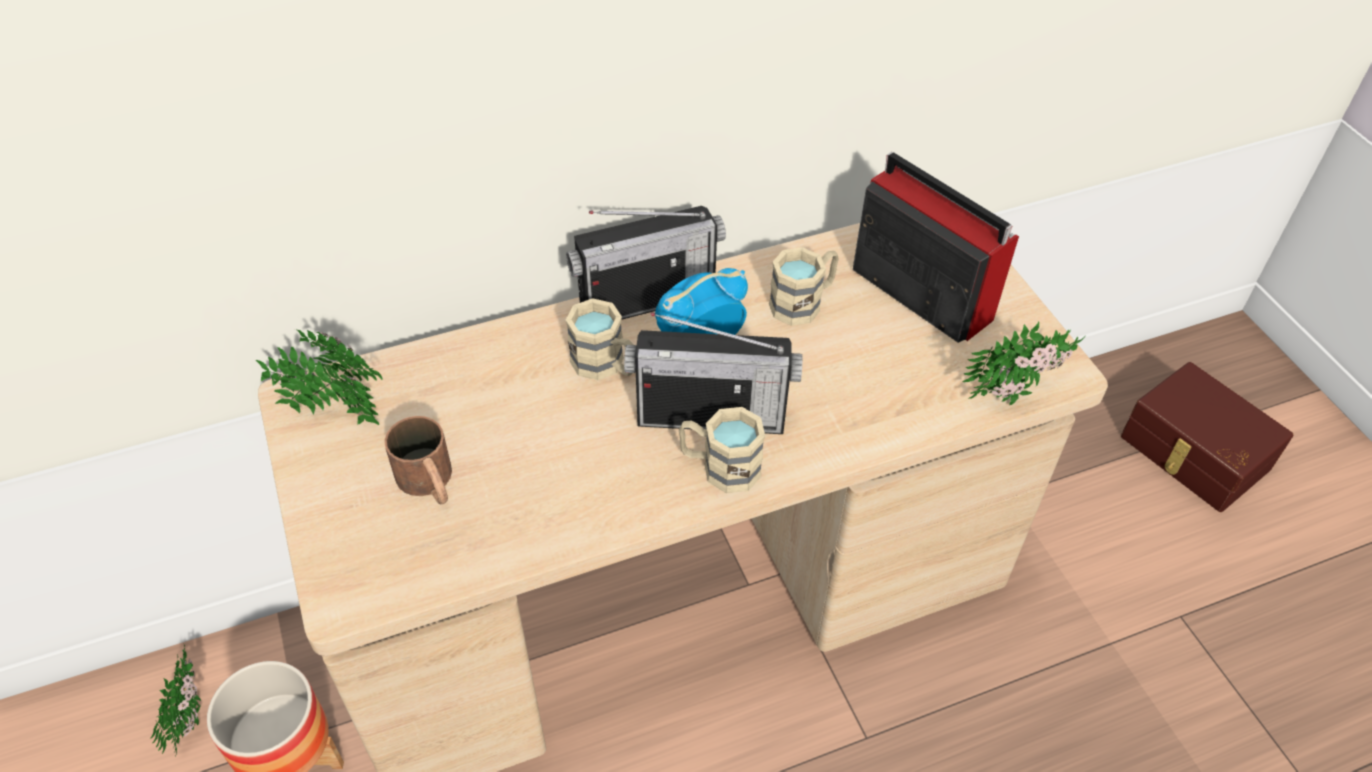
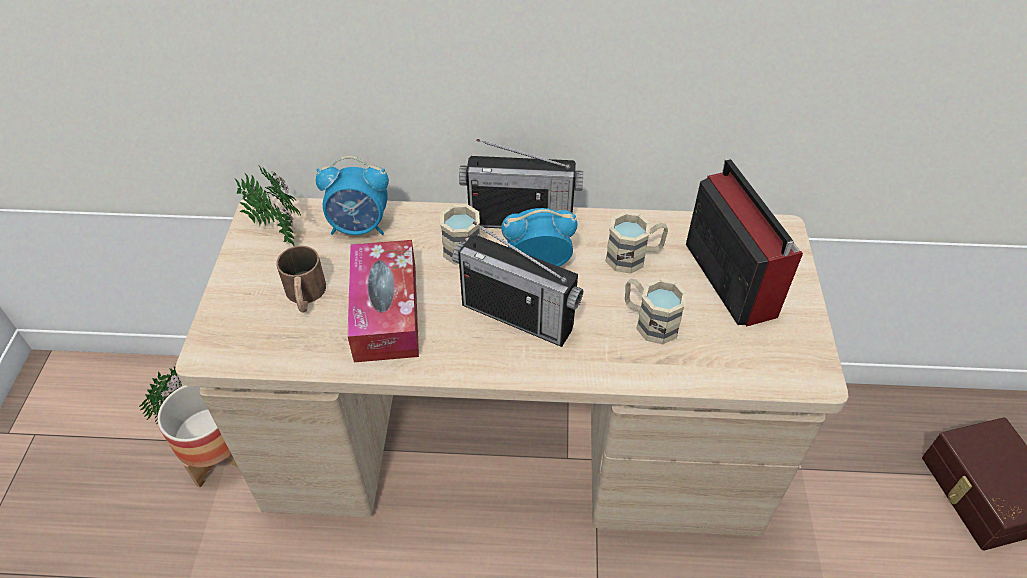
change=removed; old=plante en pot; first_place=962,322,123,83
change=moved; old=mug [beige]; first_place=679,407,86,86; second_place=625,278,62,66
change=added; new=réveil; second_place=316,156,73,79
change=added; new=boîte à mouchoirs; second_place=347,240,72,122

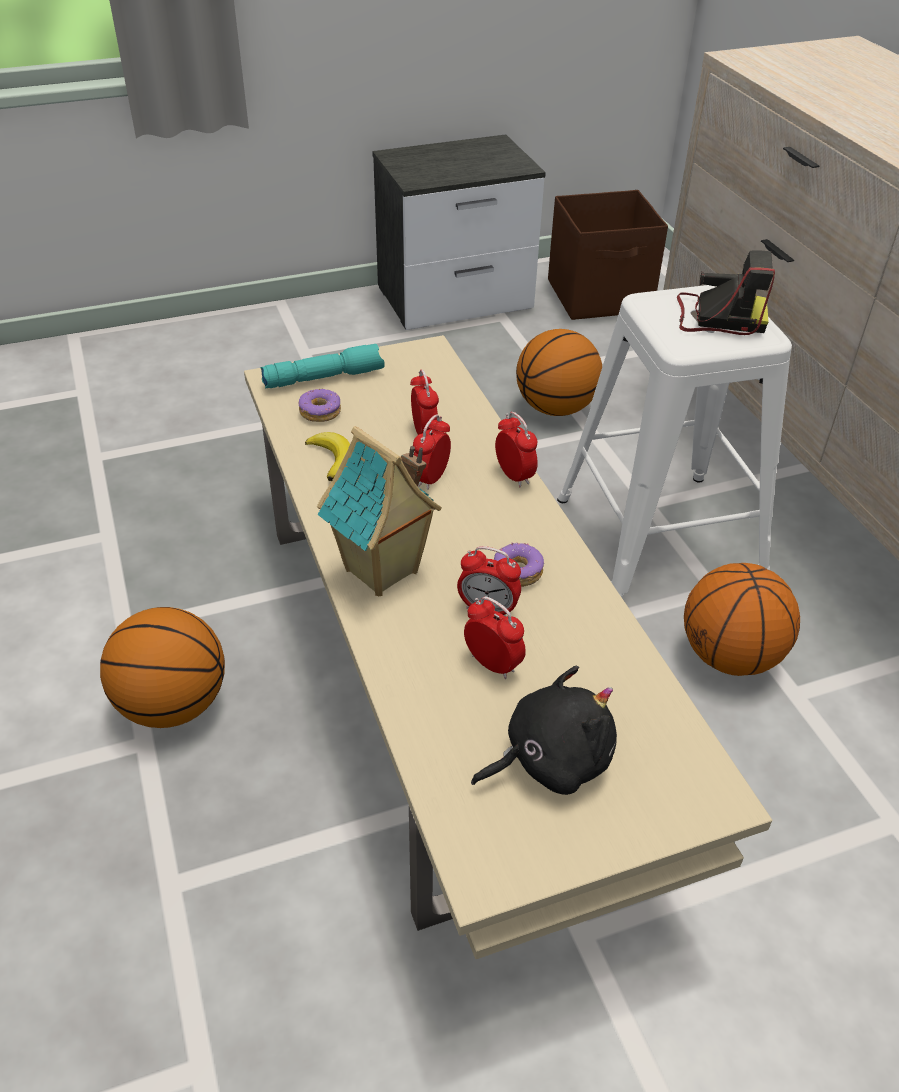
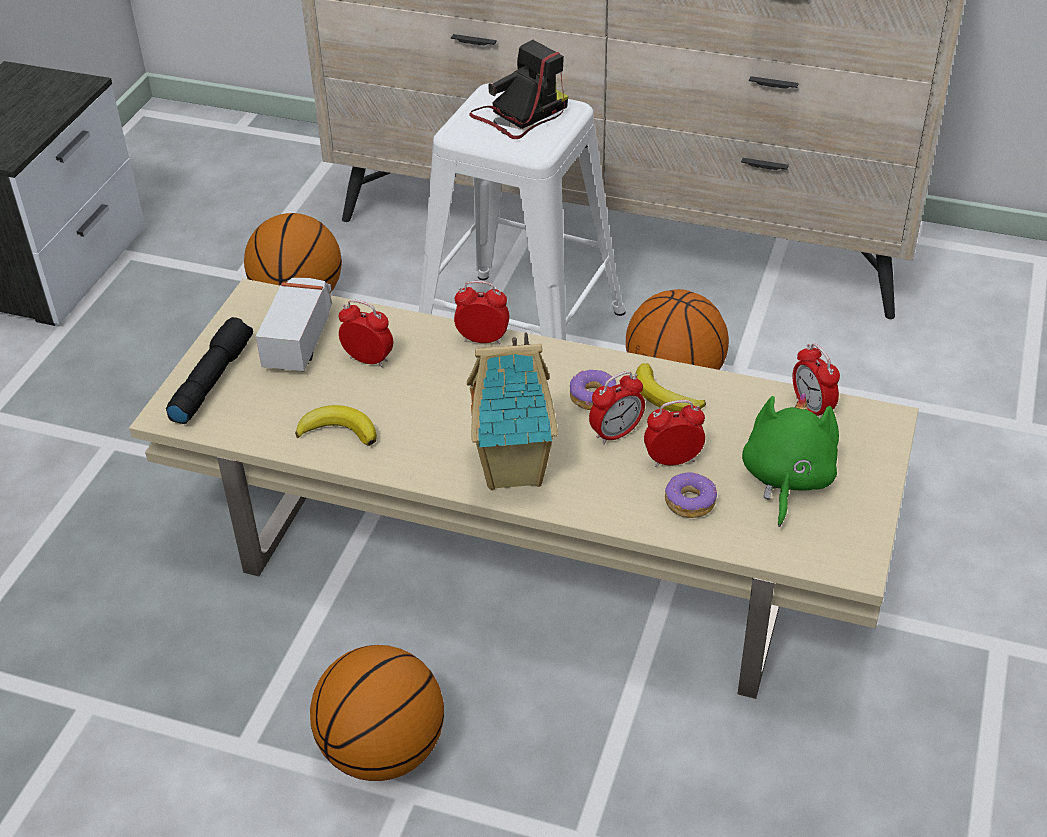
change=removed; old=boîte de rangement [marron]; first_place=548,190,120,130
change=recoloured; old=lampe de poche [turquoise]; new=lampe de poche [noir]; first_place=260,344,125,45; second_place=166,317,87,107
change=moved; old=beignet; first_place=299,389,42,33; second_place=665,472,52,46
change=moved; old=réveil; first_place=413,414,38,76; second_place=792,343,48,74
change=recoloured; old=peluche [noir]; new=peluche [vert]; first_place=471,666,146,129; second_place=742,392,97,135
change=added; new=camion jouet; second_place=256,278,76,93
change=added; new=banane; second_place=636,363,70,49

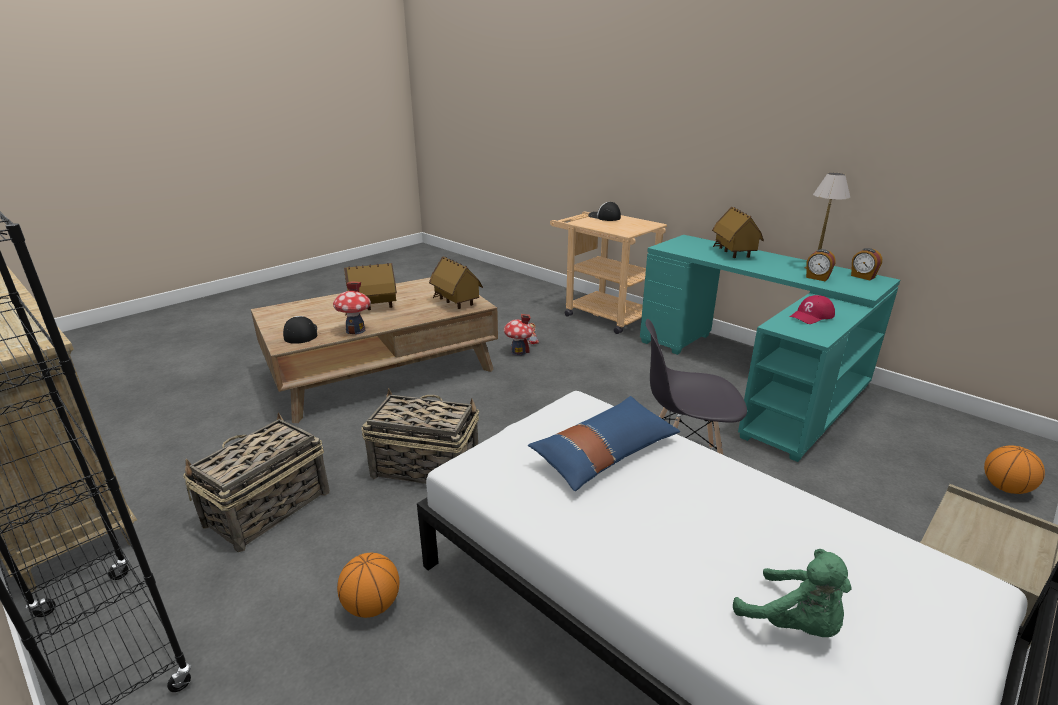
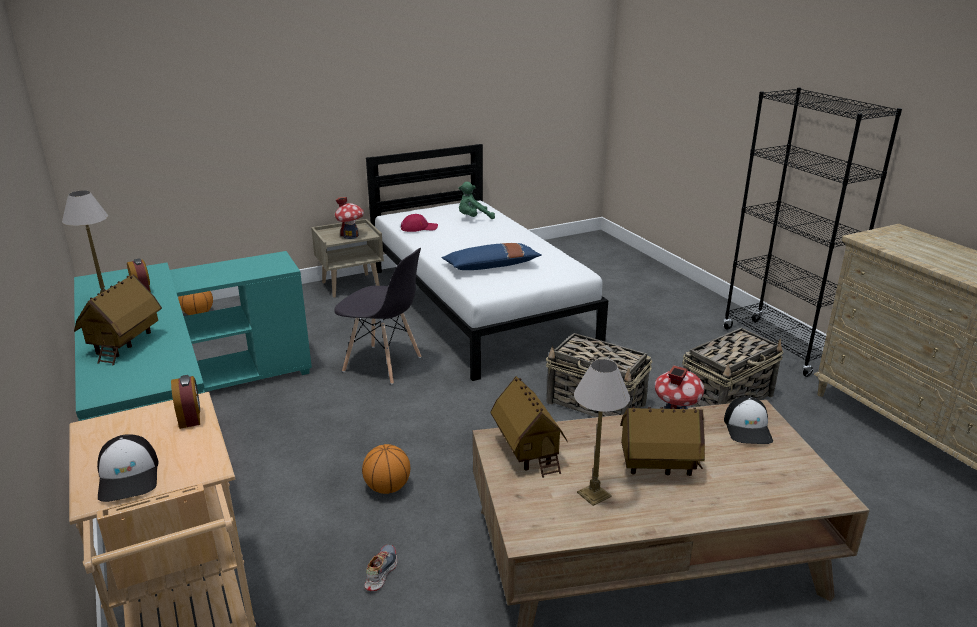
change=moved; old=réveil; first_place=851,248,31,32; second_place=171,375,29,54
change=moved; old=casquette [rouge]; first_place=790,295,45,29; second_place=401,214,37,18
change=moved; old=maison miniature; first_place=504,314,29,42; second_place=335,197,29,42
change=turned; old=peluche [vert]; first_place=733,549,119,88; second_place=458,182,37,37; degrees=-90
change=moved; old=ballon de basket; first_place=337,553,62,65; second_place=362,444,48,50
change=added; new=lampe de table; second_place=574,359,56,147

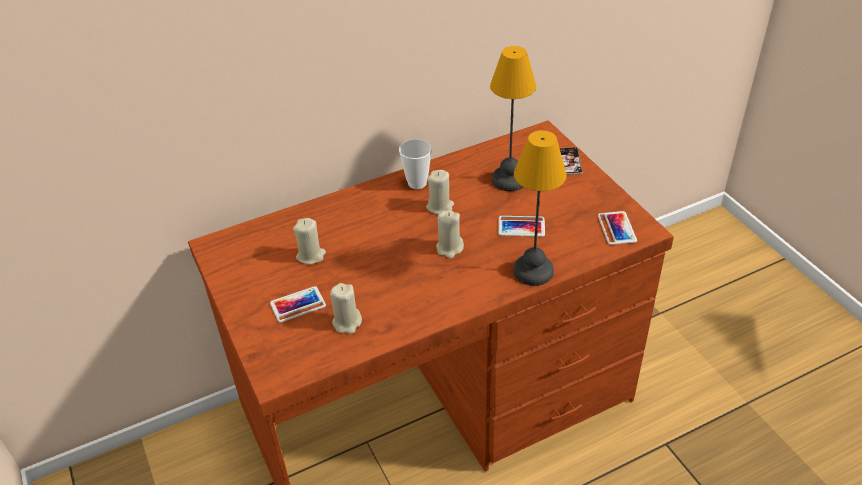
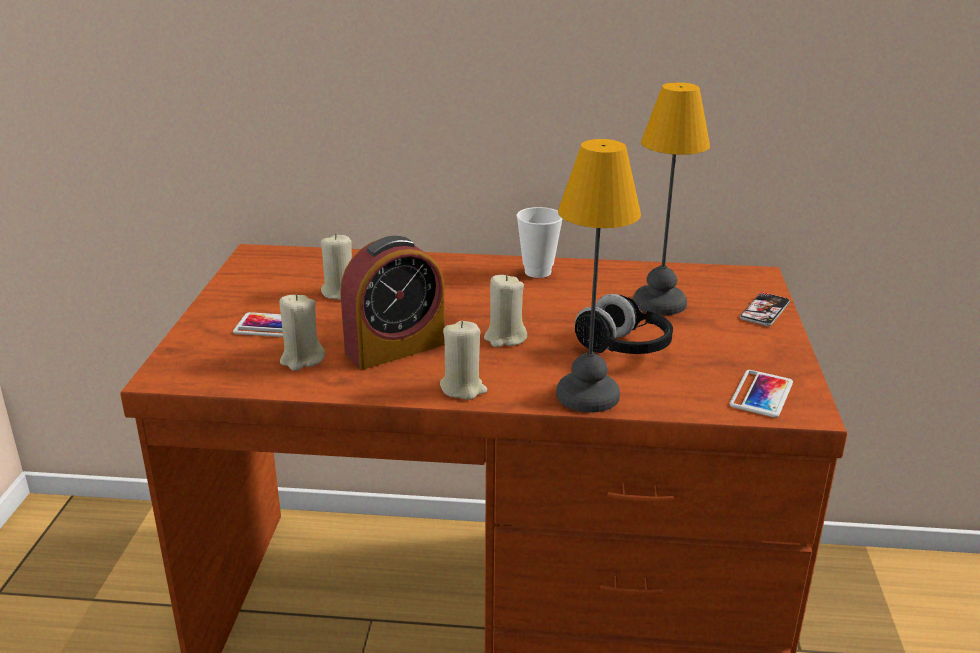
change=moved; old=bougie [beige]; first_place=426,170,28,44; second_place=440,321,47,79
change=replaced; old=téléphone; new=casque audio [noir]; first_place=498,216,47,21; second_place=575,294,98,60
change=added; new=réveil; second_place=340,236,105,133

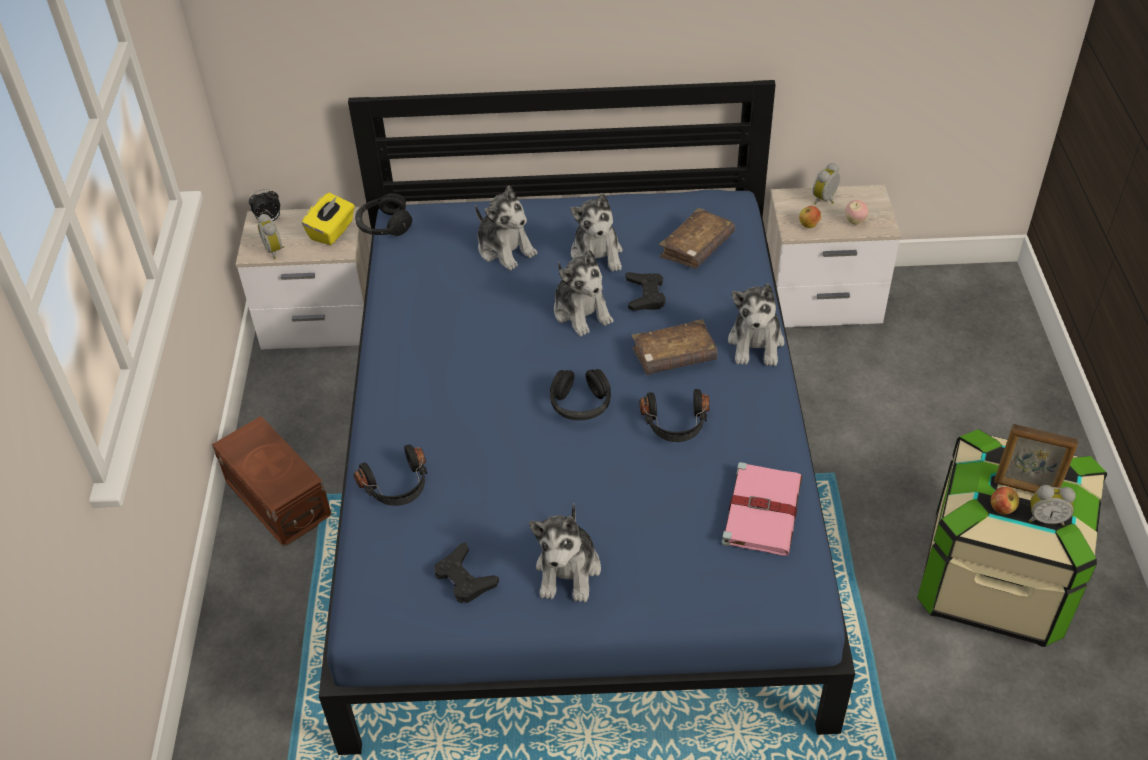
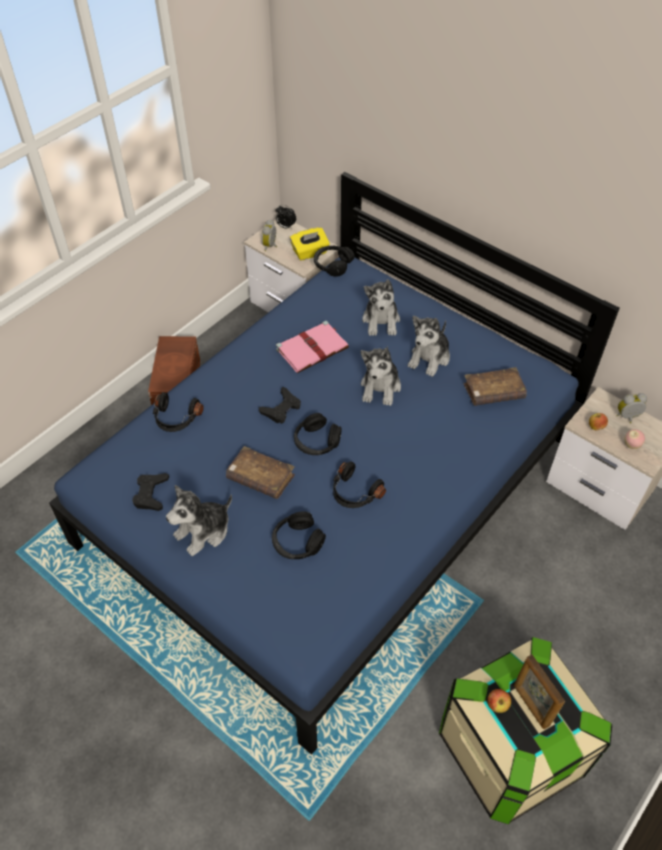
change=moved; old=manette [noir]; first_place=626,272,40,39; second_place=259,387,42,37
change=removed; old=peluche; first_place=728,283,57,83
change=moved; old=livre [marron]; first_place=632,319,85,56; second_place=226,446,69,53
change=moved; old=livre [rose]; first_place=722,462,80,94; second_place=276,321,73,52
change=removed; old=réveil; first_place=1029,485,47,41
change=added; new=casque audio [noir]; second_place=272,511,54,48

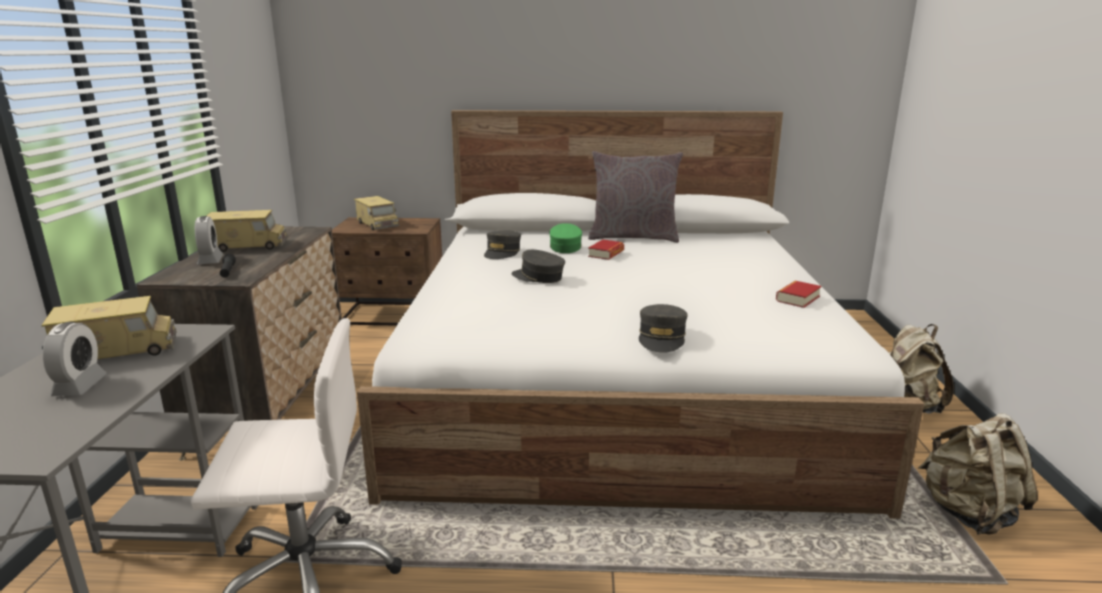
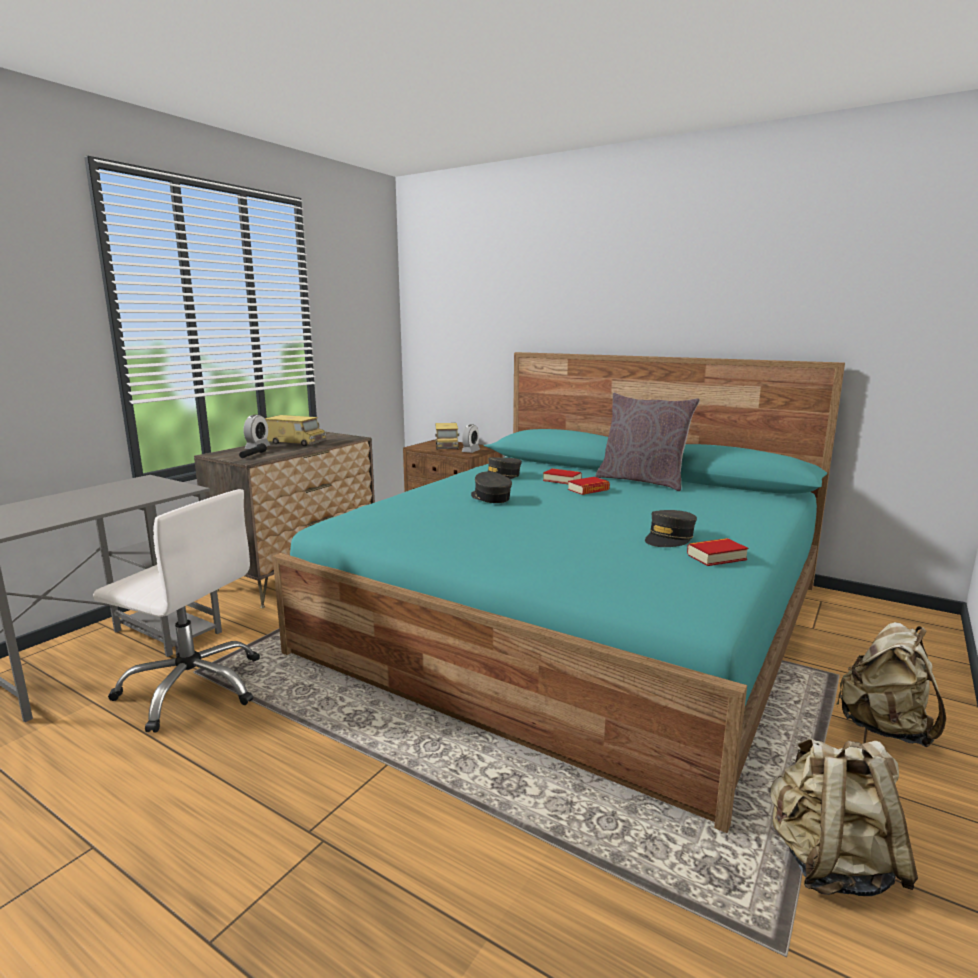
change=recoloured; old=lit [blanc]; new=lit [turquoise]; first_place=357,110,567,409; second_place=273,352,572,481
change=replaced; old=casquette [vert]; new=livre; first_place=549,223,33,30; second_place=543,468,39,17
change=removed; old=camion jouet; first_place=42,296,135,63
change=moved; old=casquette [gris]; first_place=639,304,49,49; second_place=645,510,52,37
change=moved; old=réveil; first_place=42,322,65,74; second_place=461,424,19,29

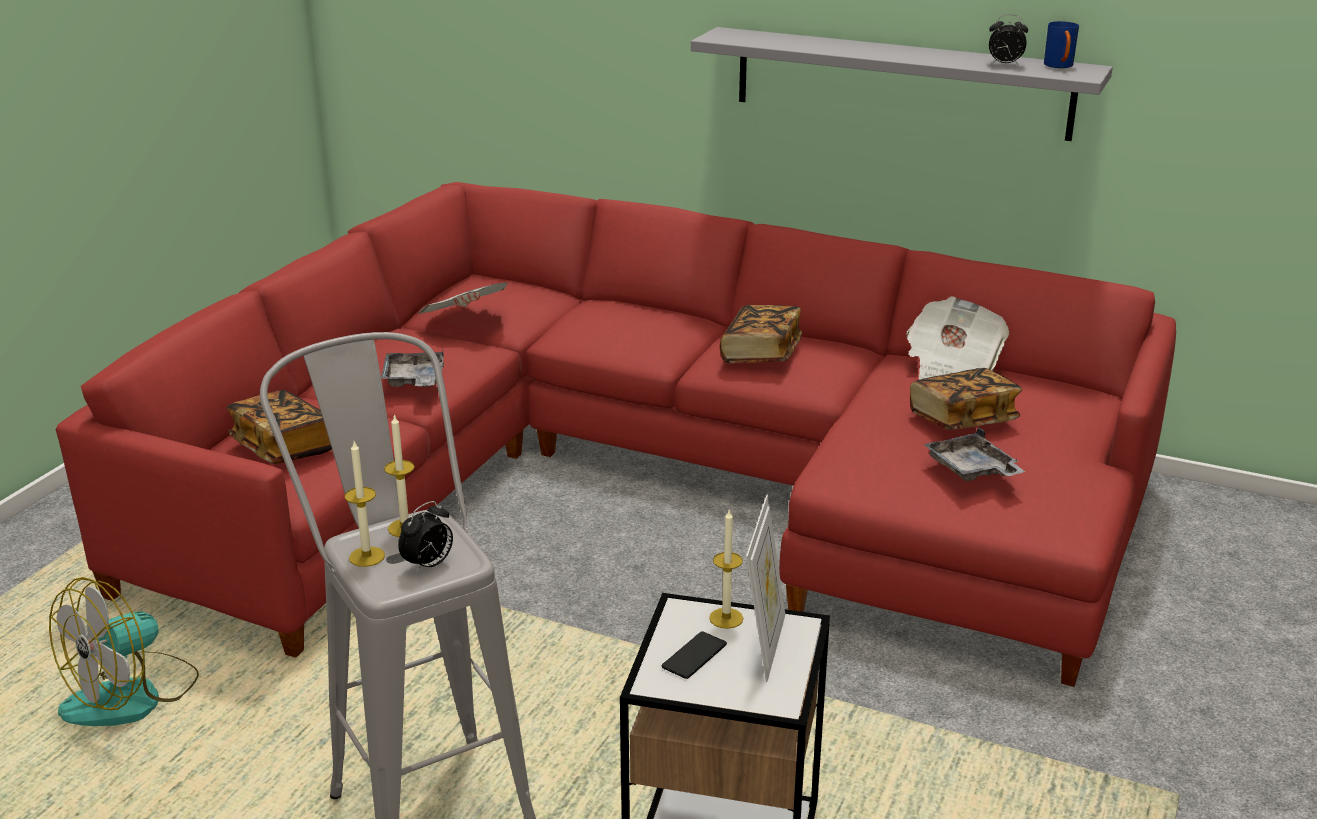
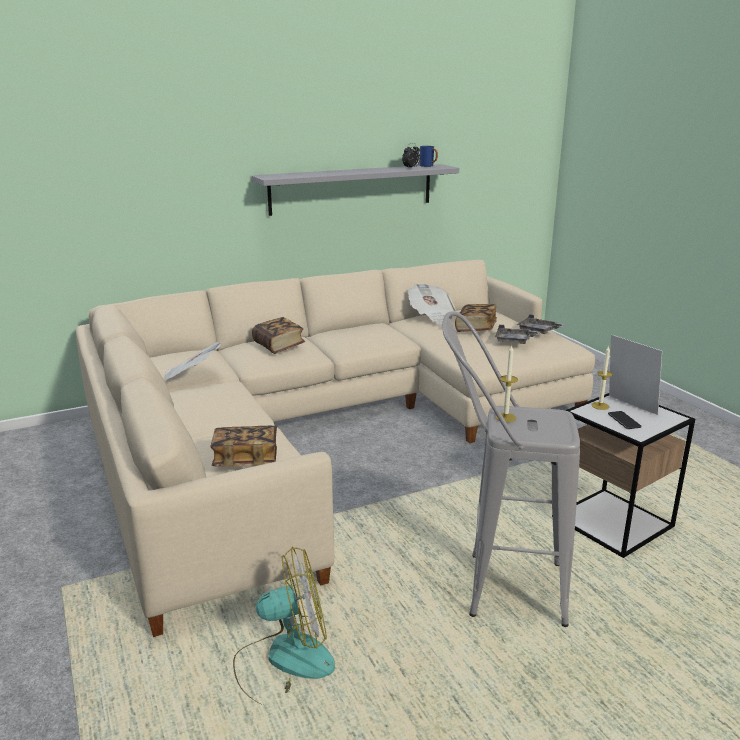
change=recoloured; old=canapé [rouge]; new=canapé [beige]; first_place=56,182,1120,505; second_place=76,260,519,377
change=moved; old=livre; first_place=720,305,82,58; second_place=252,317,53,37
change=moved; old=plateau [gris]; first_place=381,347,63,40; second_place=516,314,49,20
change=removed; old=bougie; first_place=344,442,41,125
change=removed; old=réveil; first_place=398,501,55,73
change=turned; old=ventilateur; first_place=49,577,150,149; second_place=233,546,102,159; degrees=-90

